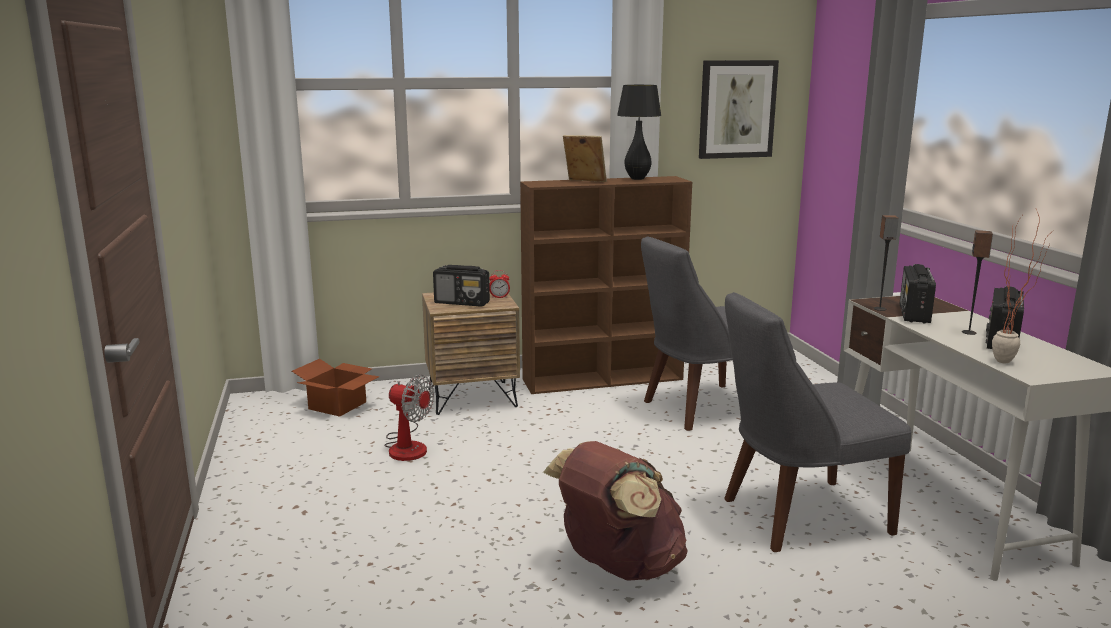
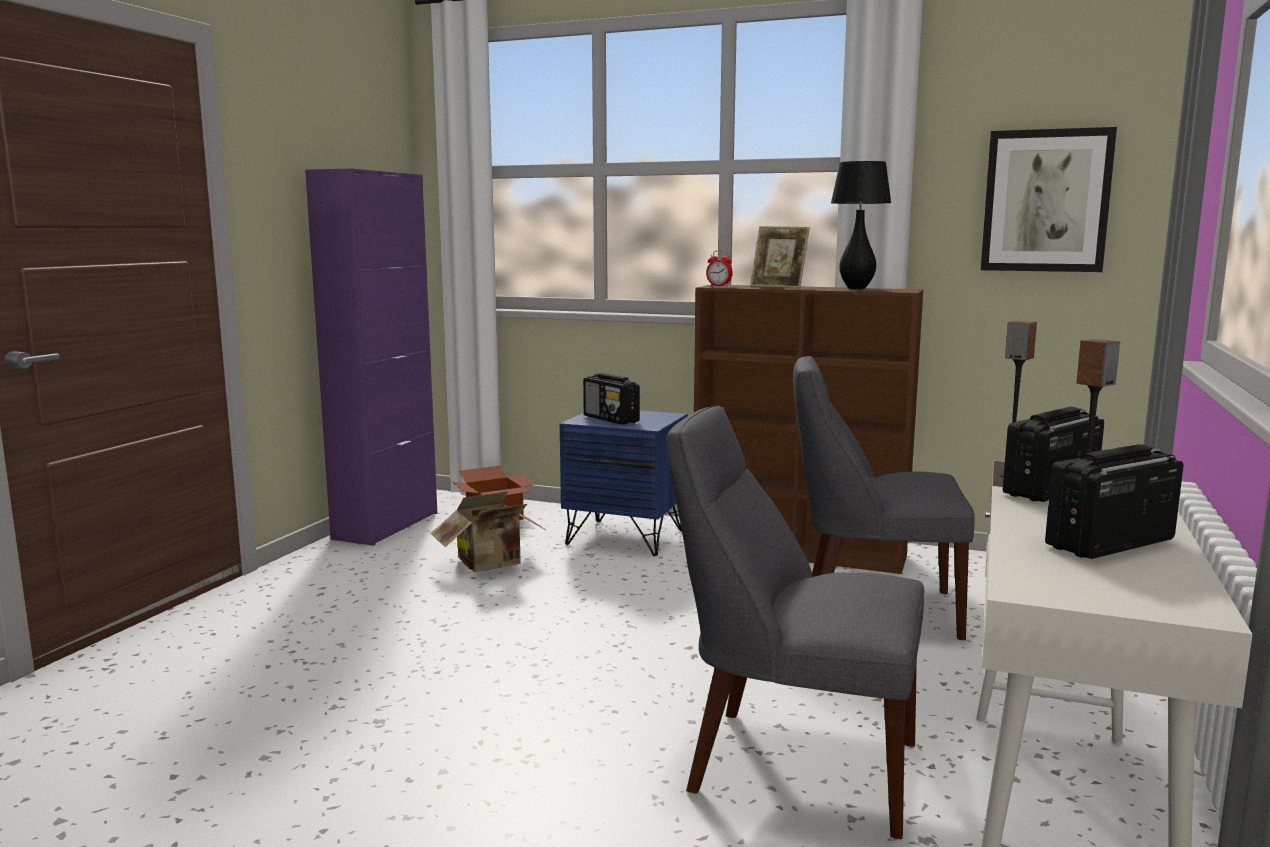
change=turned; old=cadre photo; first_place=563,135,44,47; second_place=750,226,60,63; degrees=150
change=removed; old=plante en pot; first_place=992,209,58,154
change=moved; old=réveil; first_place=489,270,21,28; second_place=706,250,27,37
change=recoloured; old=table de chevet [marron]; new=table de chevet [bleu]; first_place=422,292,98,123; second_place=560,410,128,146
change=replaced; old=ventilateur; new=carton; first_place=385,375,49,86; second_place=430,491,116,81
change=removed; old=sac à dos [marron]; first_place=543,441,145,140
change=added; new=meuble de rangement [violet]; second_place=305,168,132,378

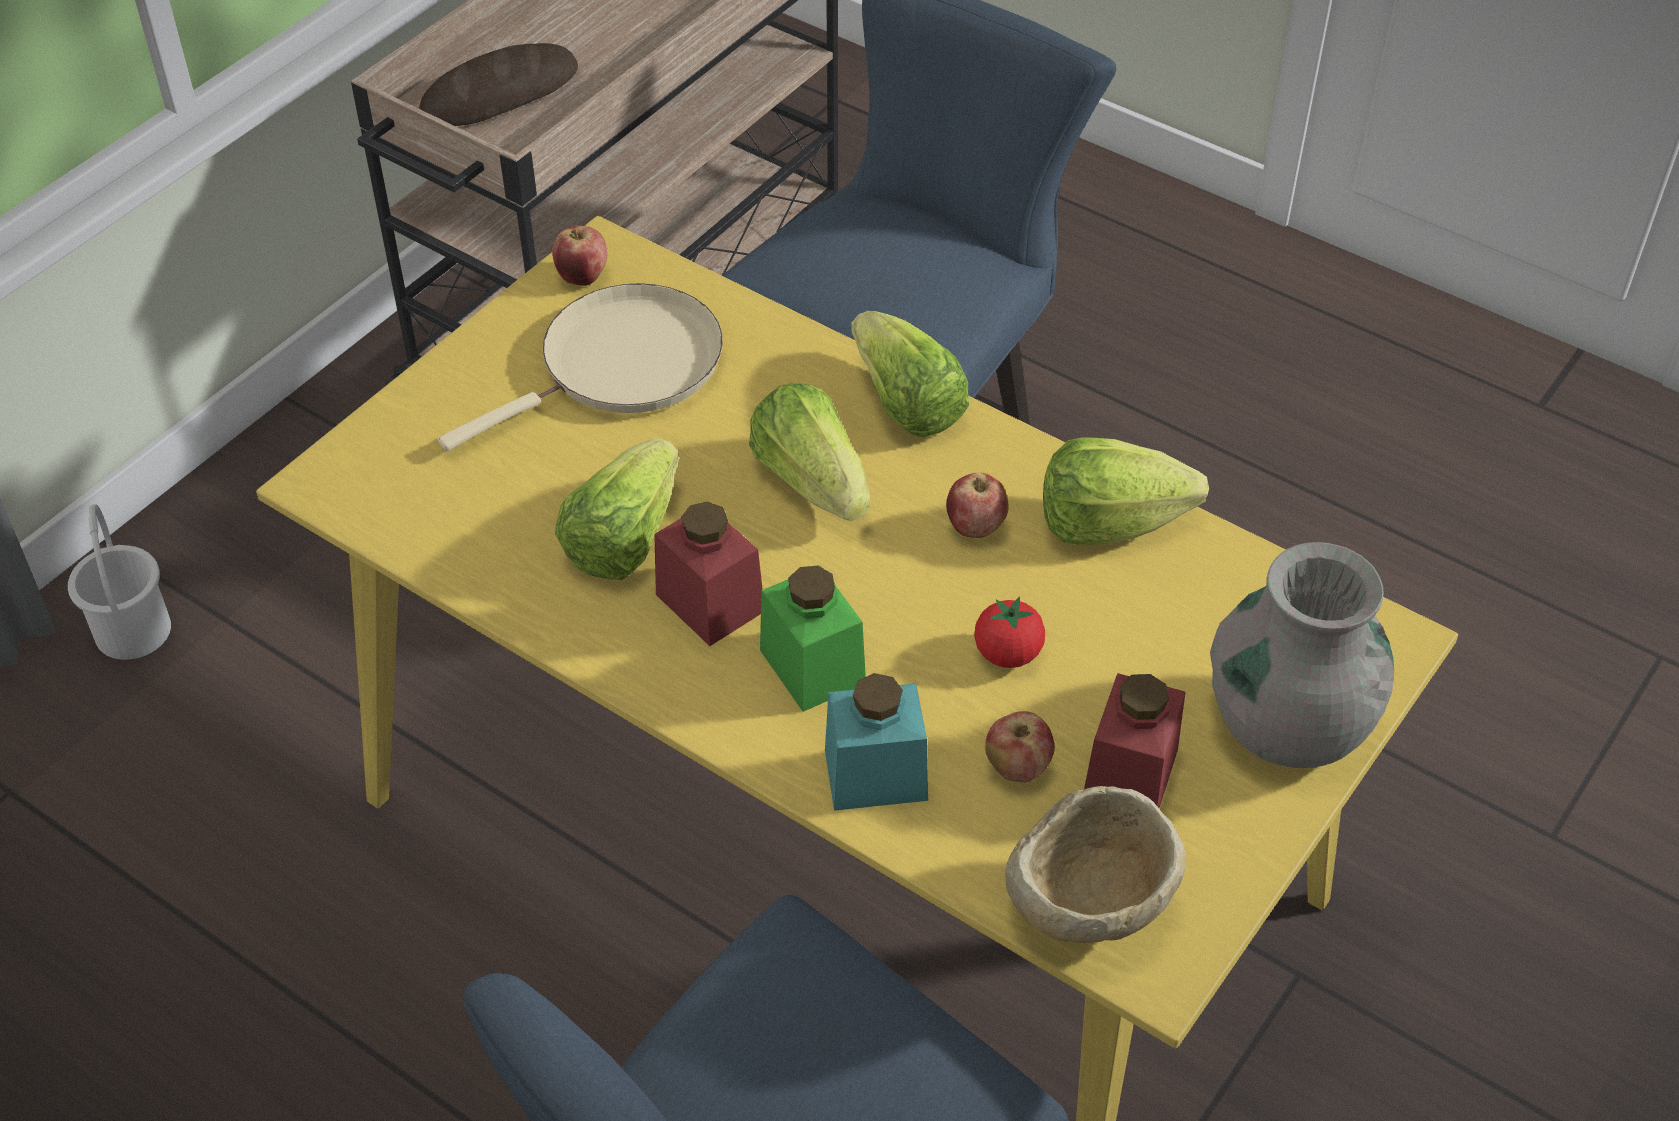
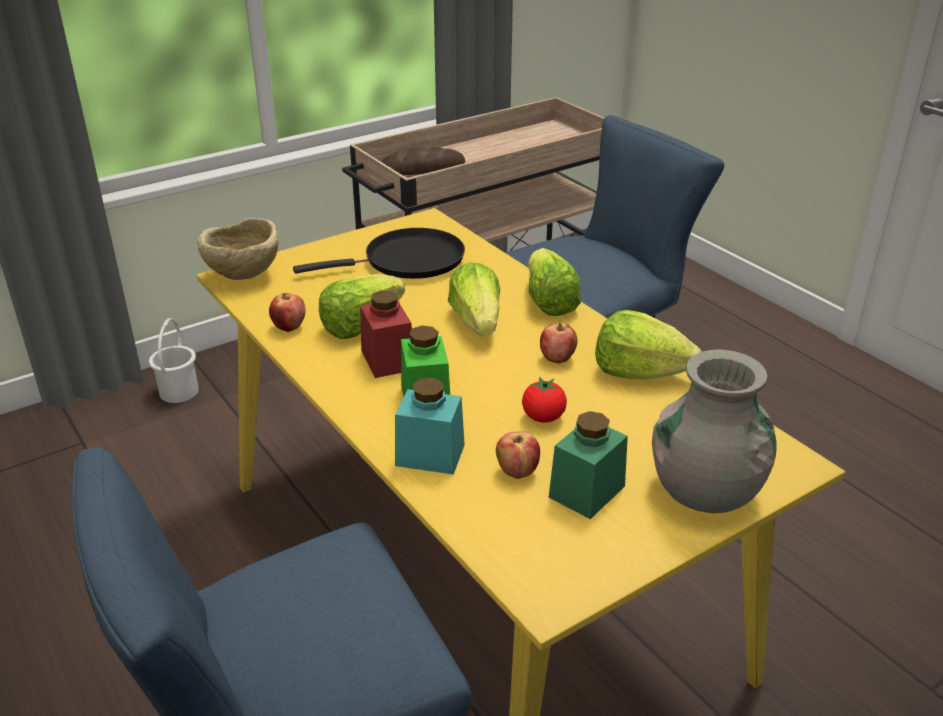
change=moved; old=pomme; first_place=552,226,56,60; second_place=269,293,36,39
change=recoloured; old=poêle [beige]; new=poêle [noir]; first_place=438,283,285,168; second_place=293,228,172,51
change=recoloured; old=bocal [rouge]; new=bocal [vert]; first_place=1084,673,102,135; second_place=549,411,79,108
change=moved; old=bol [beige]; first_place=1005,786,181,157; second_place=197,218,82,62

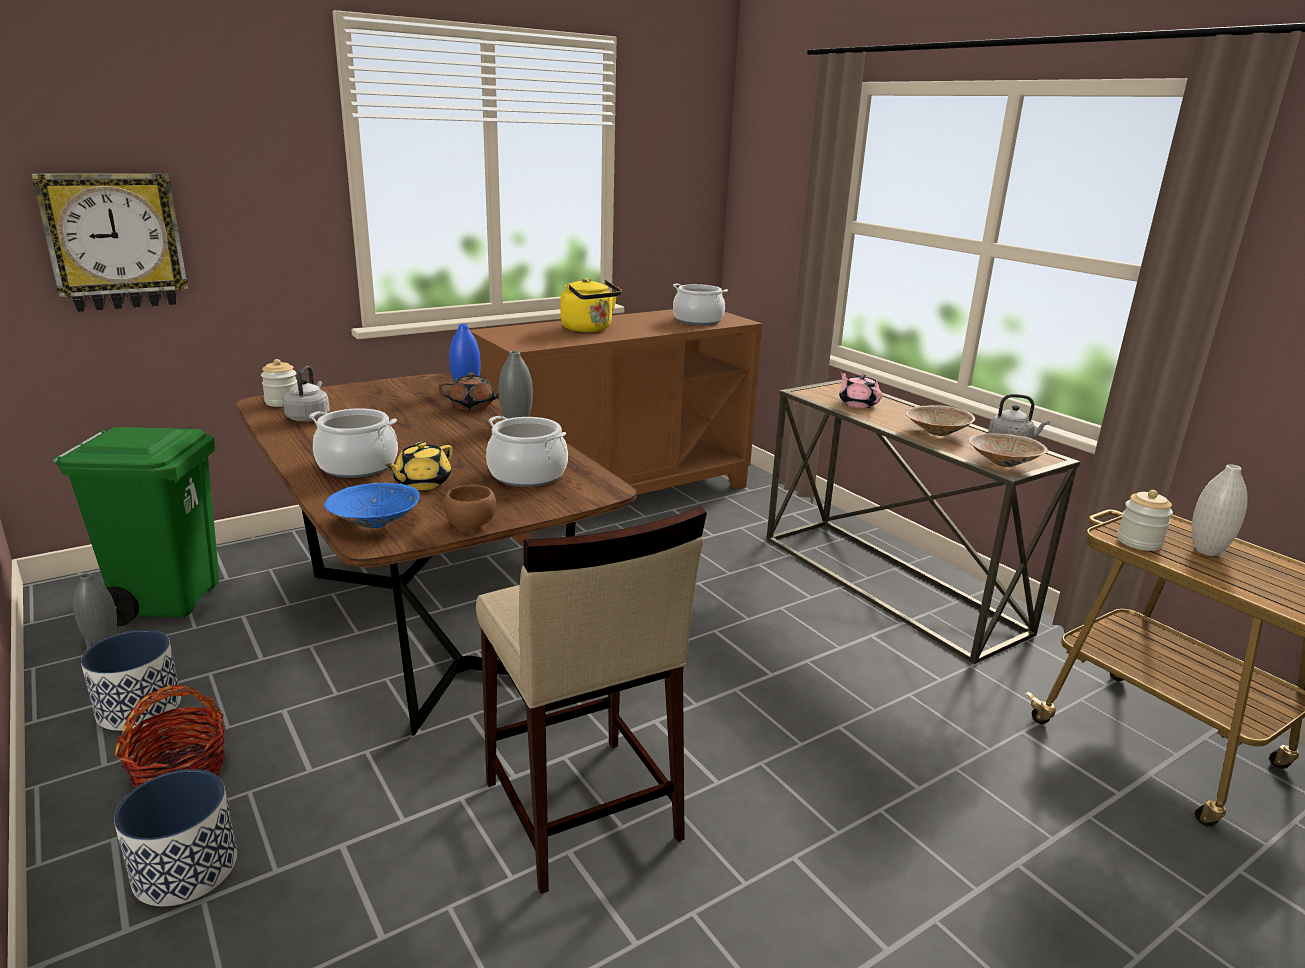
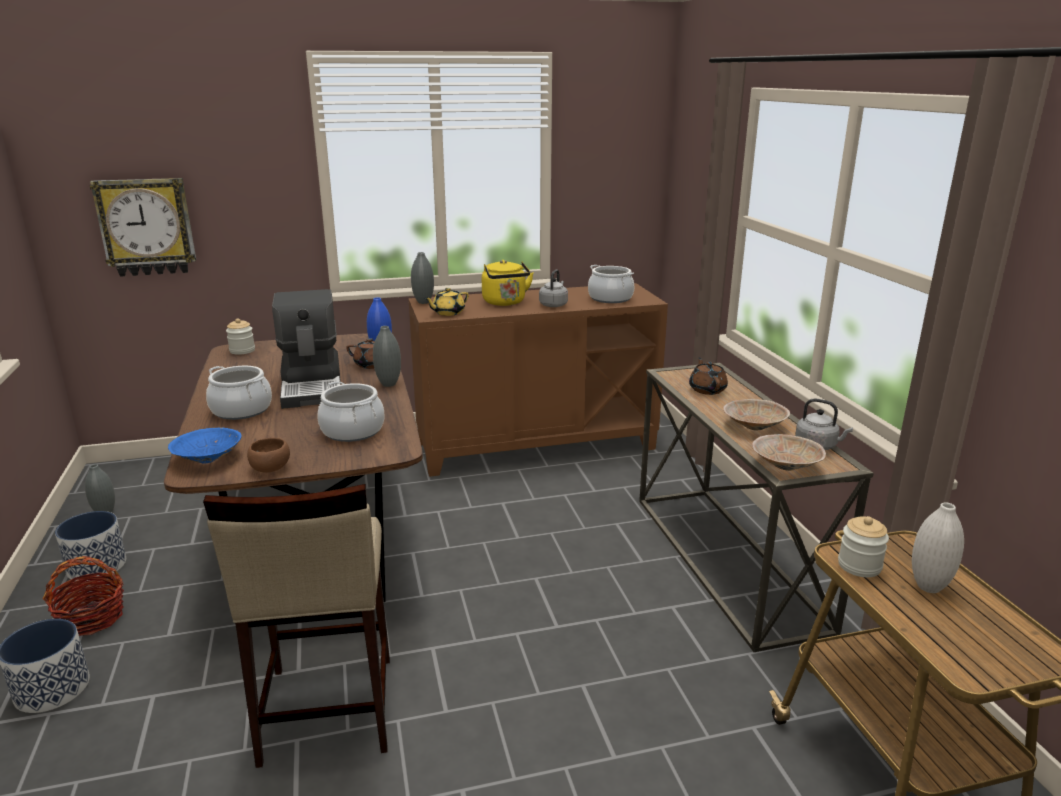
change=moved; old=bouilloire [gris]; first_place=283,366,47,56; second_place=539,269,29,38
change=recoloured; old=théière [rose]; new=théière [marron]; first_place=839,371,43,37; second_place=689,358,39,37
change=removed; old=poubelle [vert]; first_place=53,427,166,199
change=moved; old=théière [jaune]; first_place=385,442,68,48; second_place=425,288,44,28
change=added; new=vase [gris]; second_place=411,252,23,52
change=added; new=machine à café; second_place=272,289,69,120

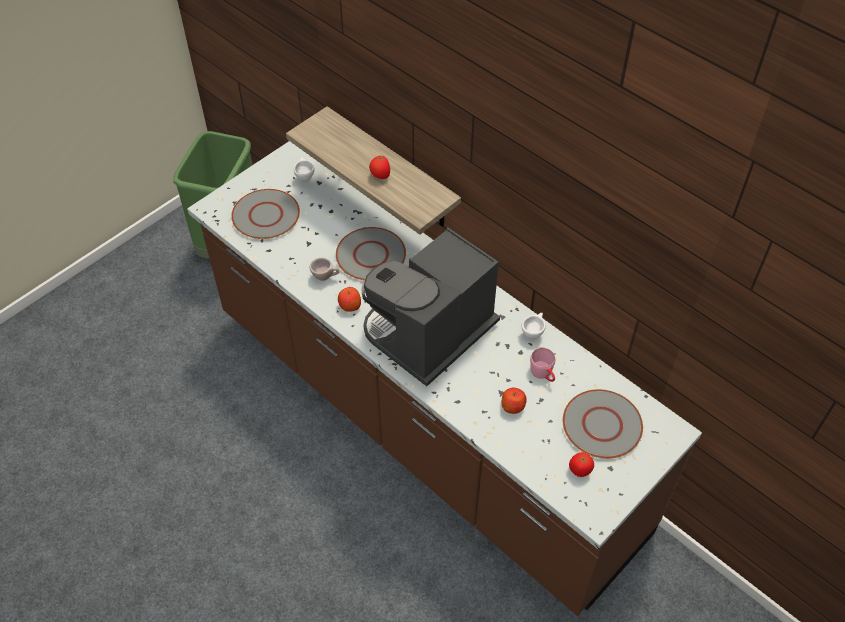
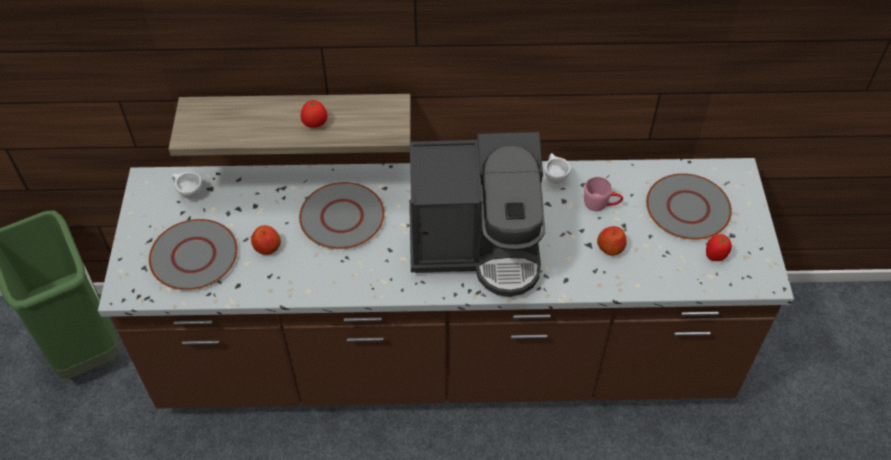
change=turned; old=machine à café; first_place=361,228,139,158; second_place=409,132,136,165; degrees=-90
change=removed; old=tasse [beige]; first_place=310,258,30,23
change=moved; old=pomme; first_place=338,287,23,25; second_place=251,225,30,30

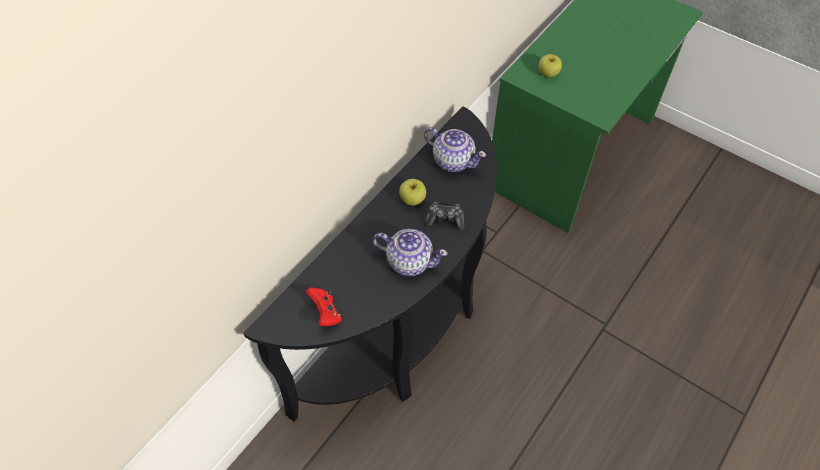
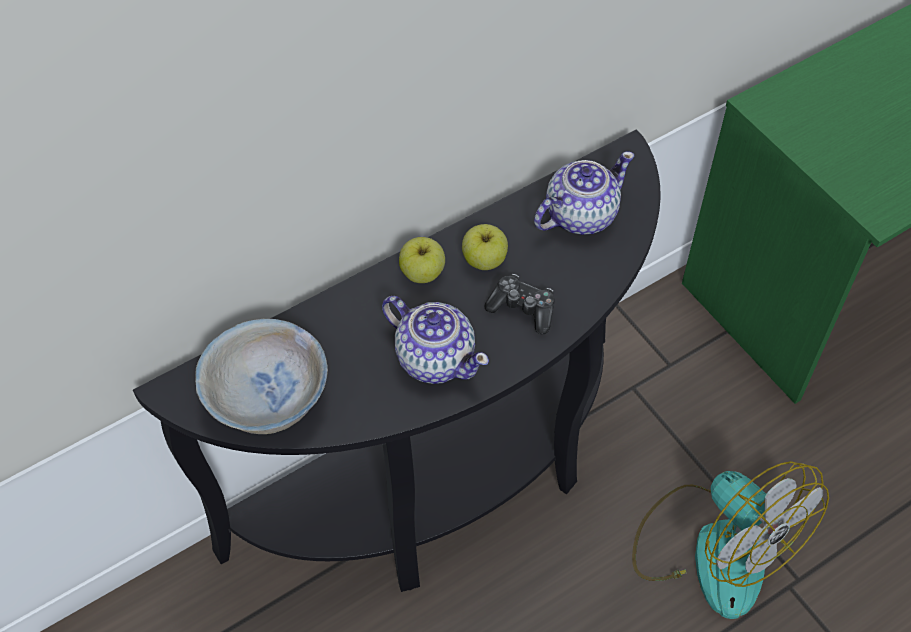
change=moved; old=pomme; first_place=539,54,23,23; second_place=399,237,46,46
change=turned; old=théière; first_place=424,127,62,45; second_place=534,151,100,84; degrees=-90
change=replaced; old=manette [rouge]; new=bol [blanc]; first_place=306,287,36,39; second_place=195,319,133,115
change=added; new=ventilateur; second_place=632,461,197,158

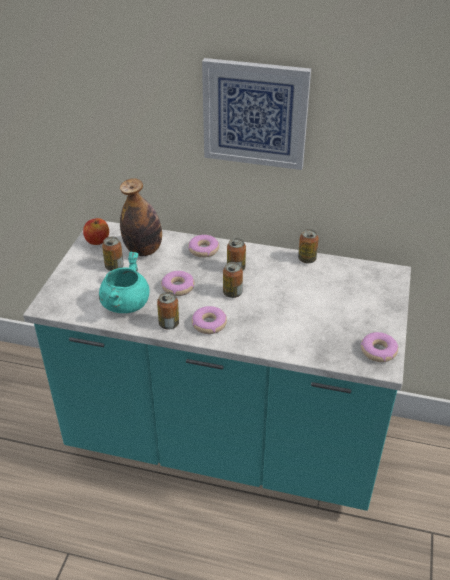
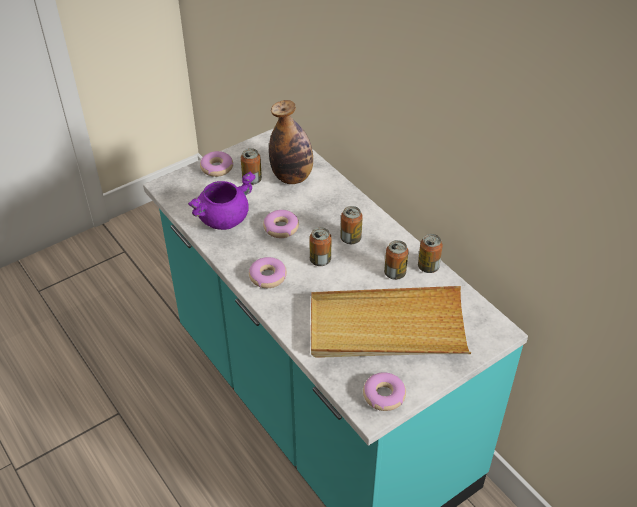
change=removed; old=tableau; first_place=202,58,109,112
change=removed; old=pomme; first_place=83,218,26,27
change=moved; old=beignet; first_place=188,235,31,23; second_place=200,151,33,26
change=recoloured; old=marmite [turquoise]; new=marmite [violet]; first_place=99,252,51,61; second_place=188,172,68,58
change=moved; old=boîte métallique; first_place=157,292,22,37; second_place=384,240,25,40
change=added; new=plateau [beige]; second_place=311,286,160,72

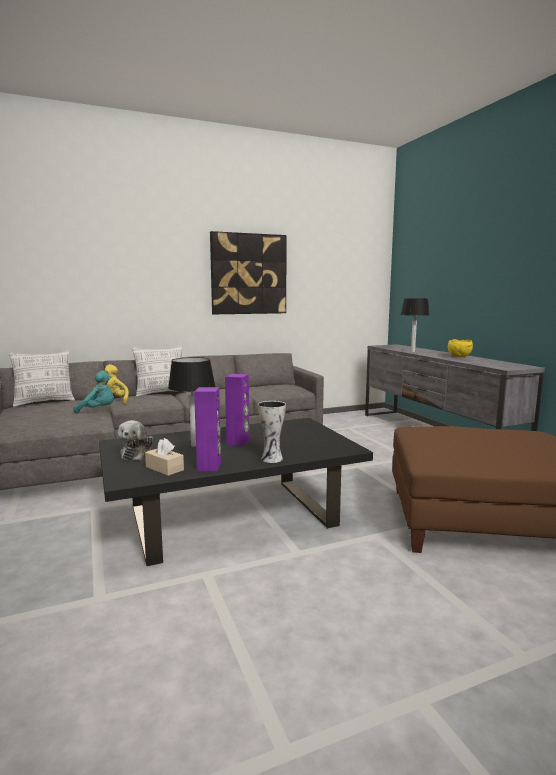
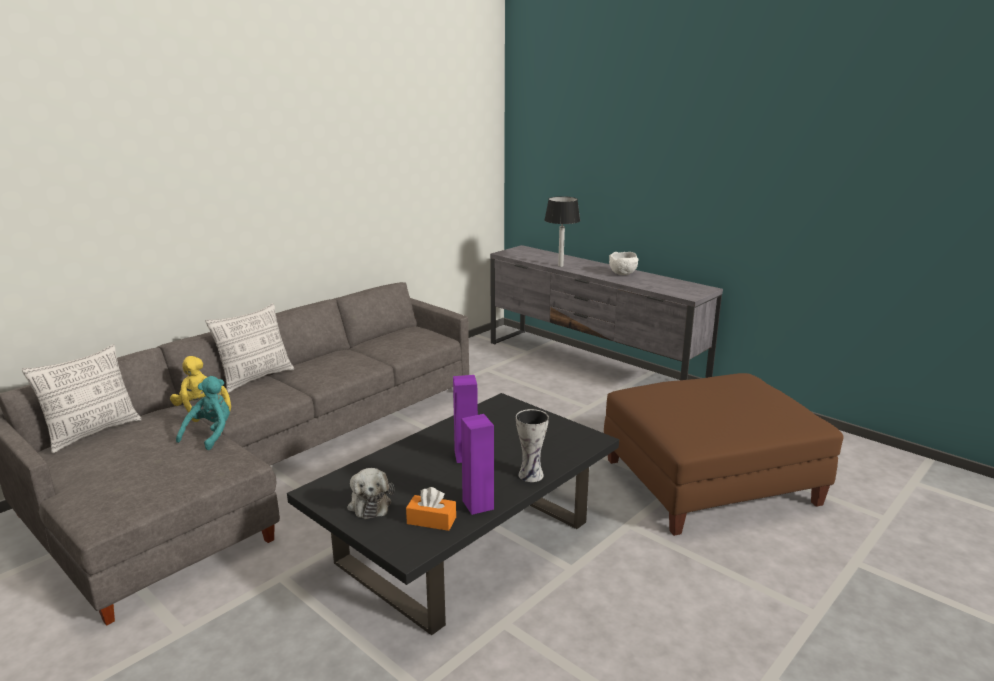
change=removed; old=tableau; first_place=210,231,77,83
change=recoloured; old=bol [jaune]; new=bol [blanc]; first_place=448,339,25,18; second_place=609,252,30,23
change=removed; old=lampe de table; first_place=168,357,47,90
change=turned; old=peluche [turquoise]; first_place=73,371,41,43; second_place=176,376,54,74; degrees=-45
change=recoloured; old=boîte à mouchoirs [beige]; new=boîte à mouchoirs [orange]; first_place=145,438,39,38; second_place=406,487,50,44

